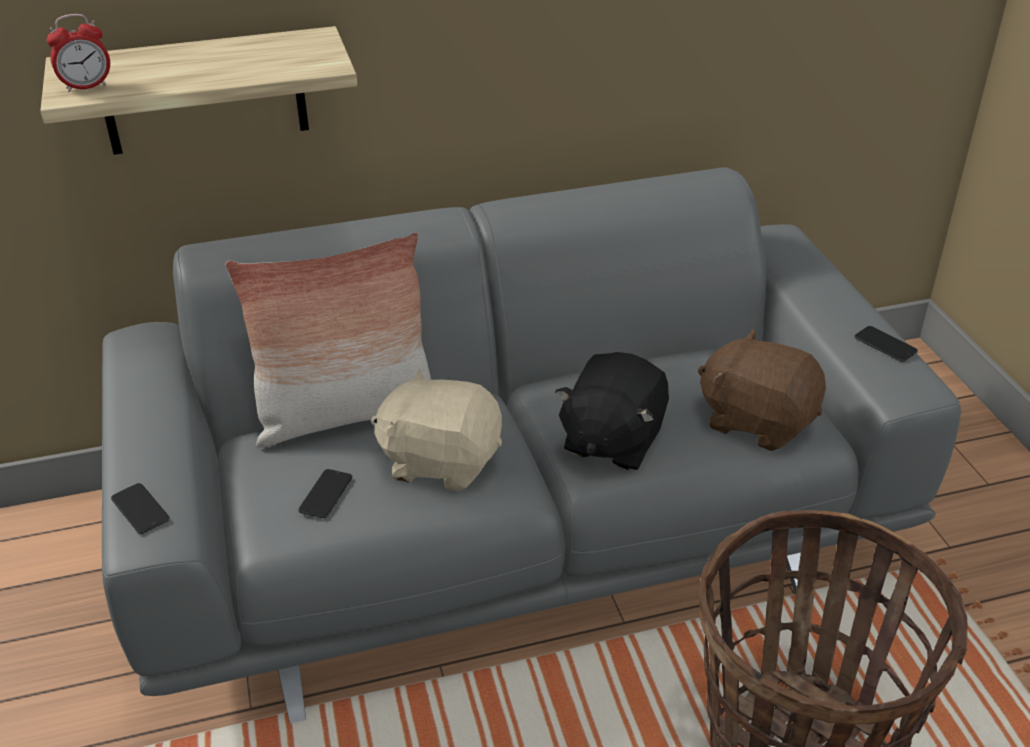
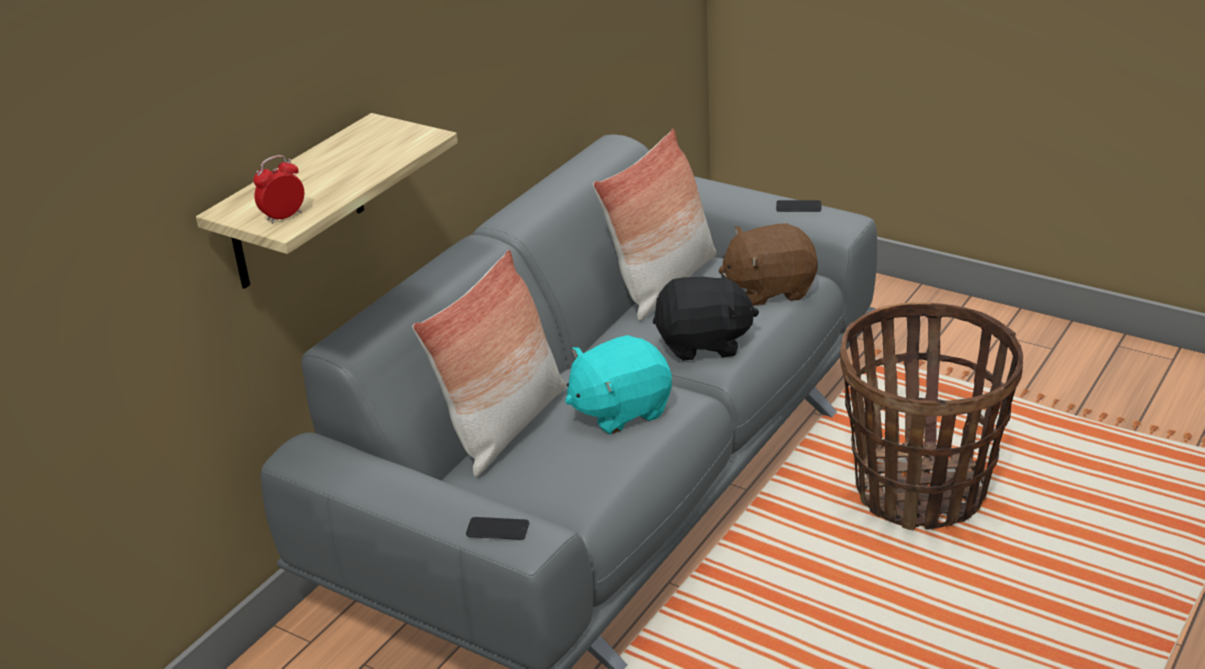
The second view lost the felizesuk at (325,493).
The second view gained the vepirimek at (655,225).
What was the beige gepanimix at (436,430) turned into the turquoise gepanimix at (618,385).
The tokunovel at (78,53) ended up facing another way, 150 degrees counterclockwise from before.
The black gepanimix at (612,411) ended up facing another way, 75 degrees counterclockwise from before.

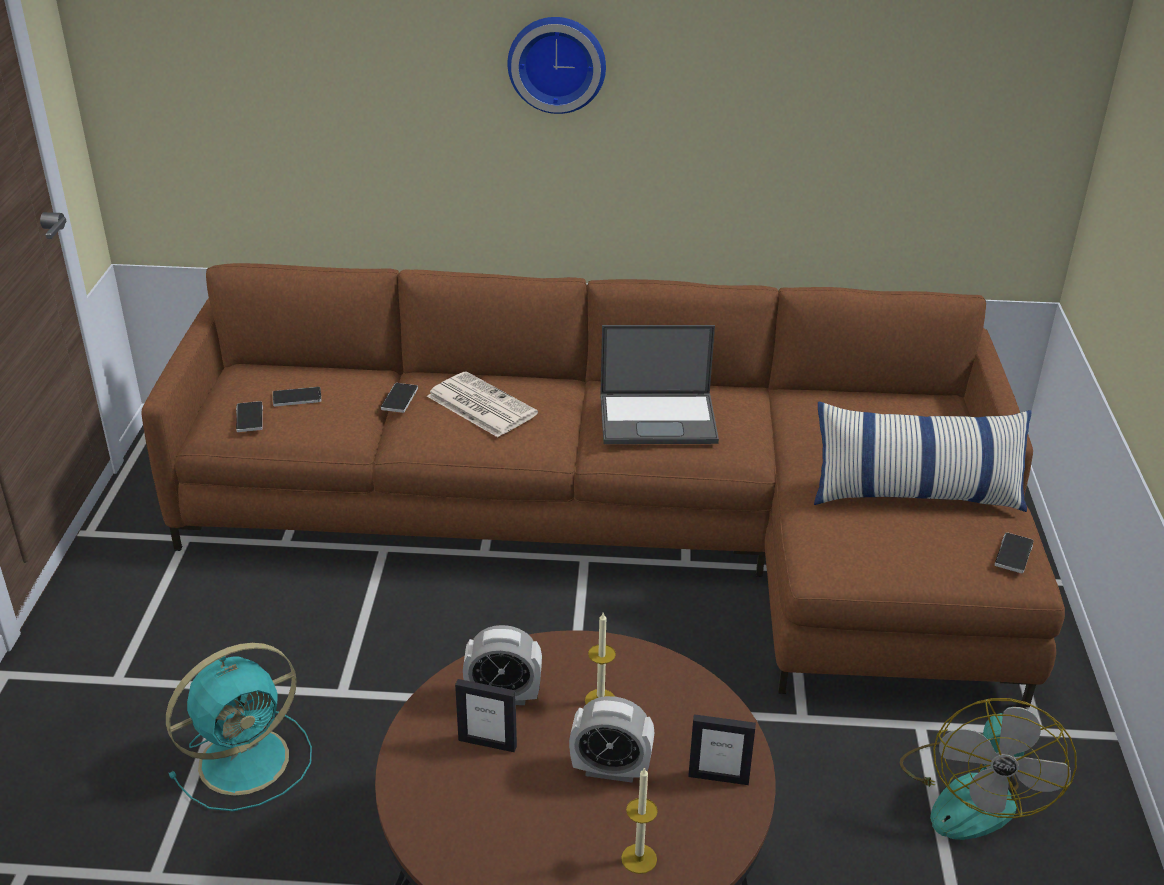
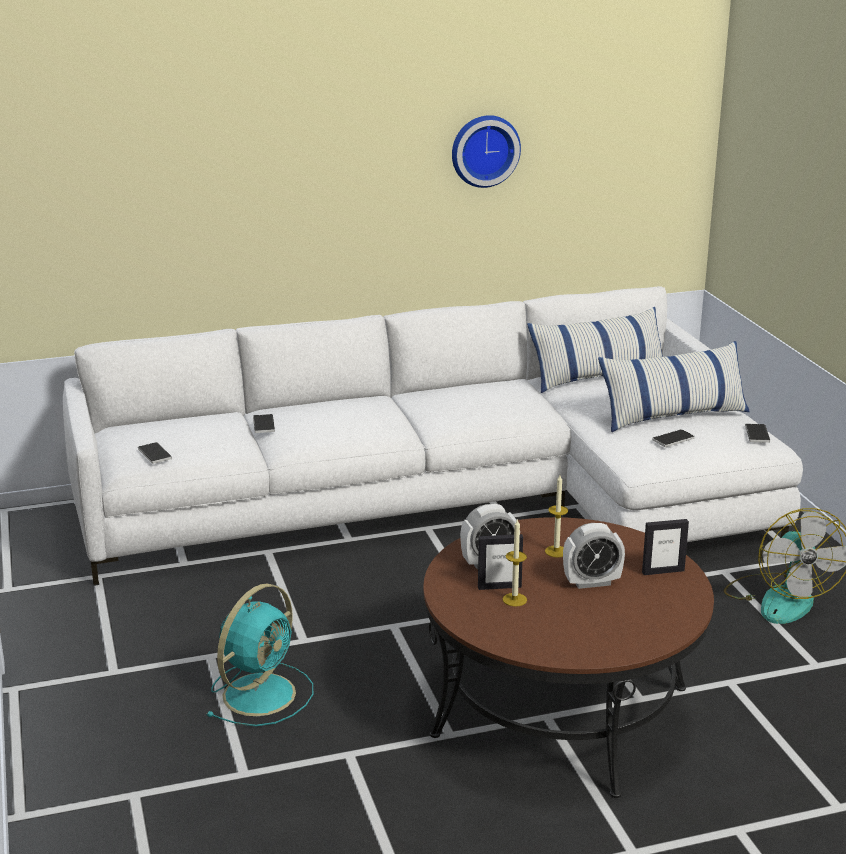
The second view lost the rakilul at (482,404).
The second view lost the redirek at (659,384).
The second view gained the vepirimek at (595,350).
The felizesuk ended up elsewhere, having gone from (297,396) to (673,438).
The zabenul ended up elsewhere, having gone from (557,65) to (486,151).
The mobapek ended up elsewhere, having gone from (639,820) to (515,562).
What was the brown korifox at (603,485) turned into the white korifox at (433,436).

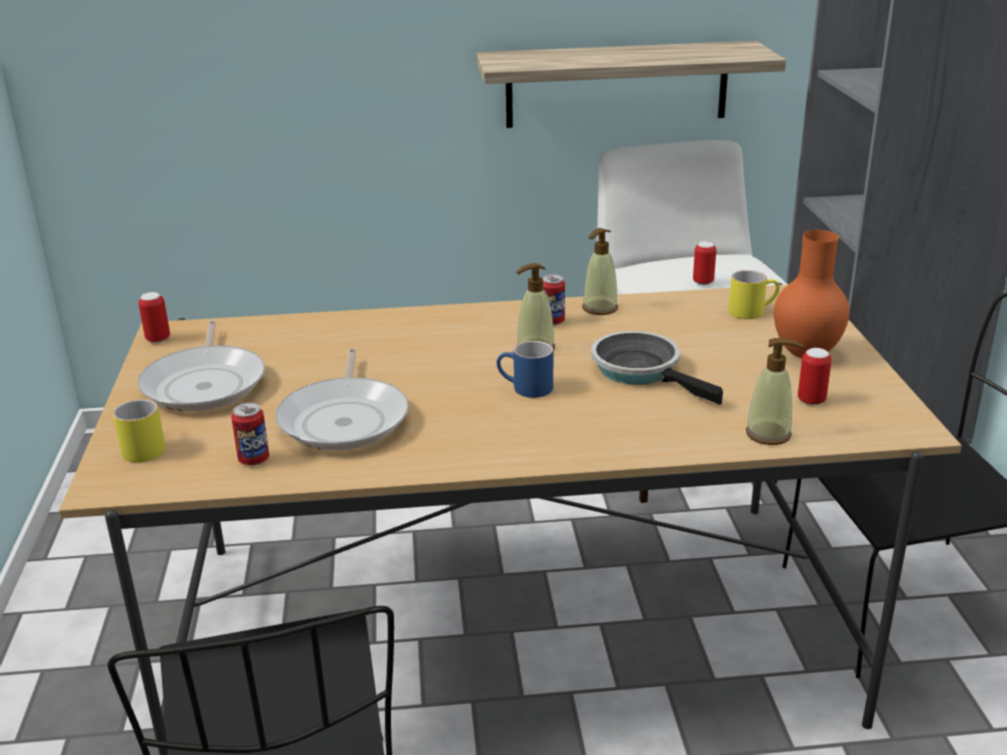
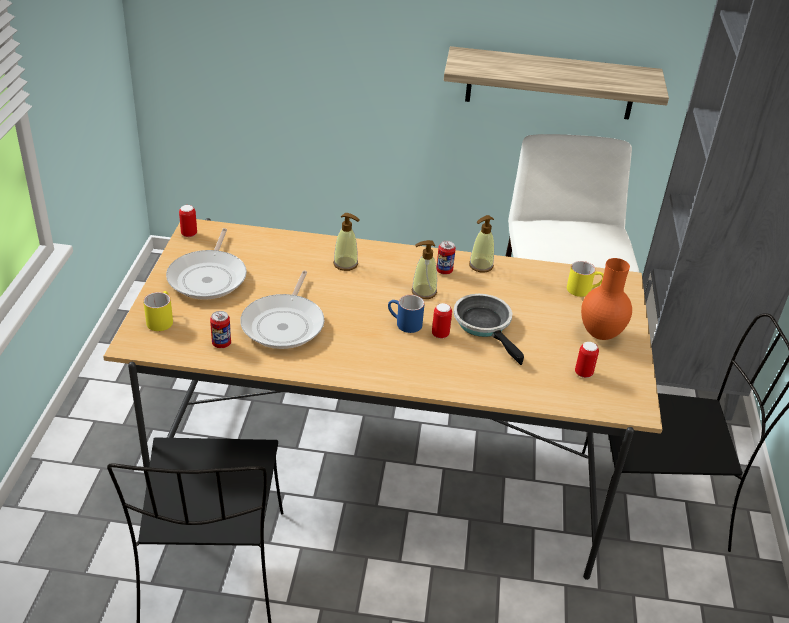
The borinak ended up elsewhere, having gone from (704,263) to (442,321).
The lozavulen ended up elsewhere, having gone from (775,391) to (346,242).

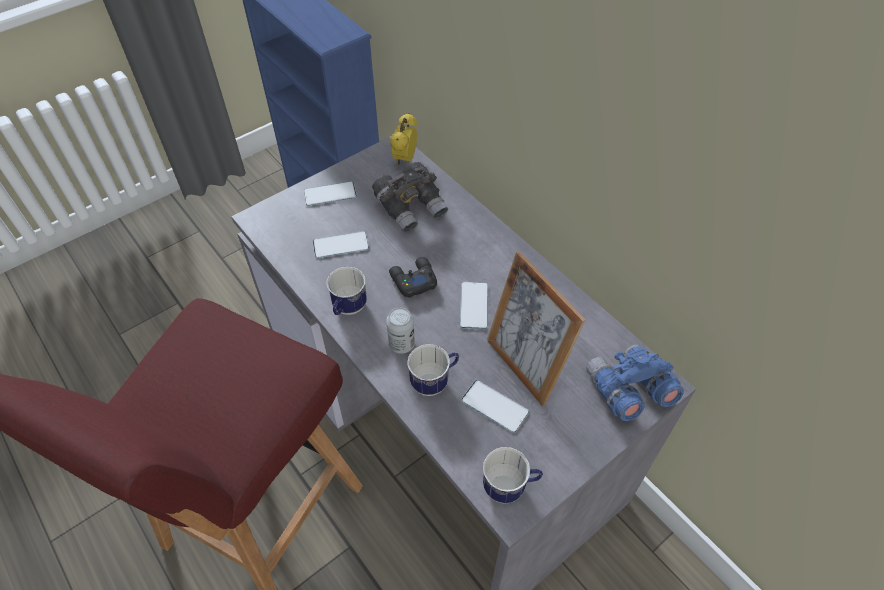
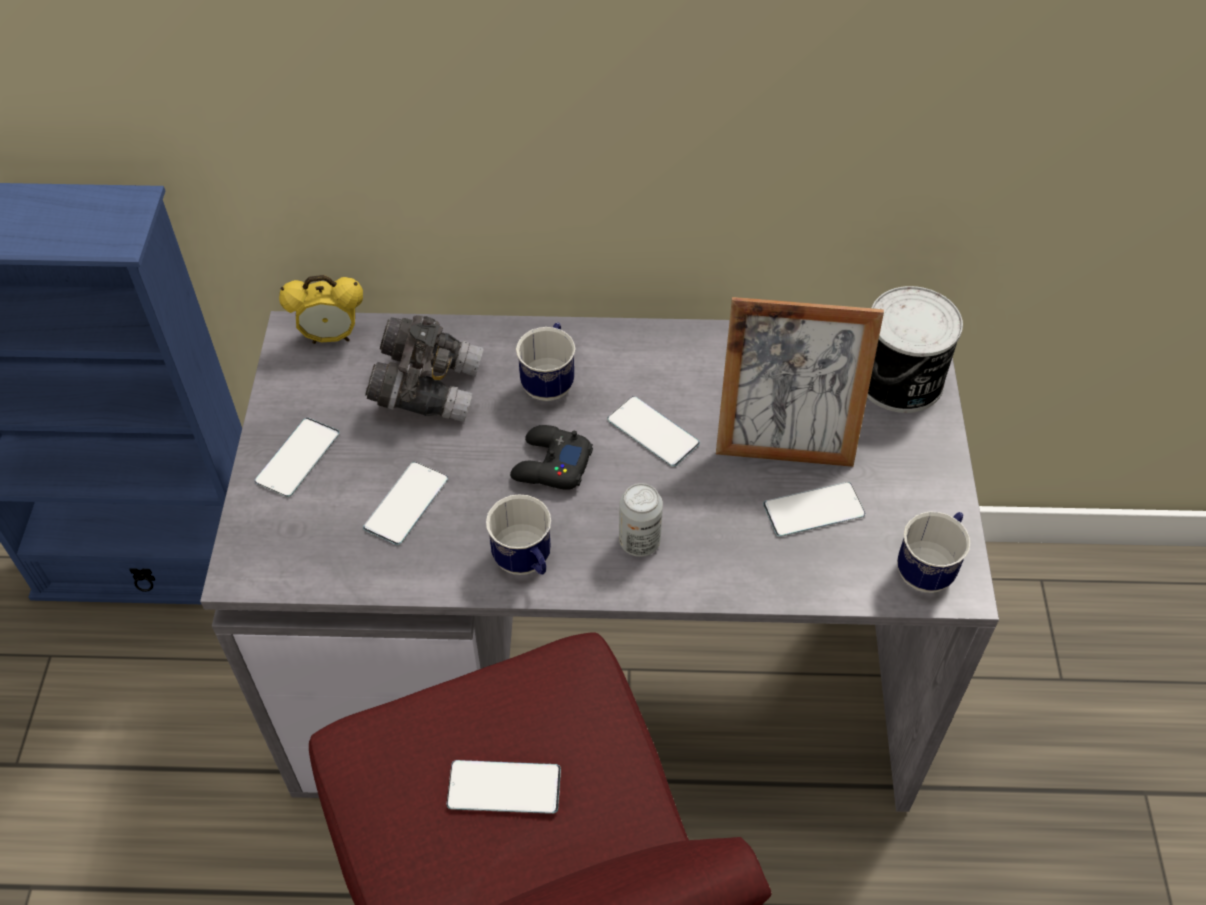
The second view gained the felizesuk at (504,787).
The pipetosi ended up elsewhere, having gone from (433,370) to (546,362).
Where the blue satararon stood at (635,383), the borinak came to stand at (915,349).
The tokunovel at (403,139) ended up facing another way, 60 degrees counterclockwise from before.

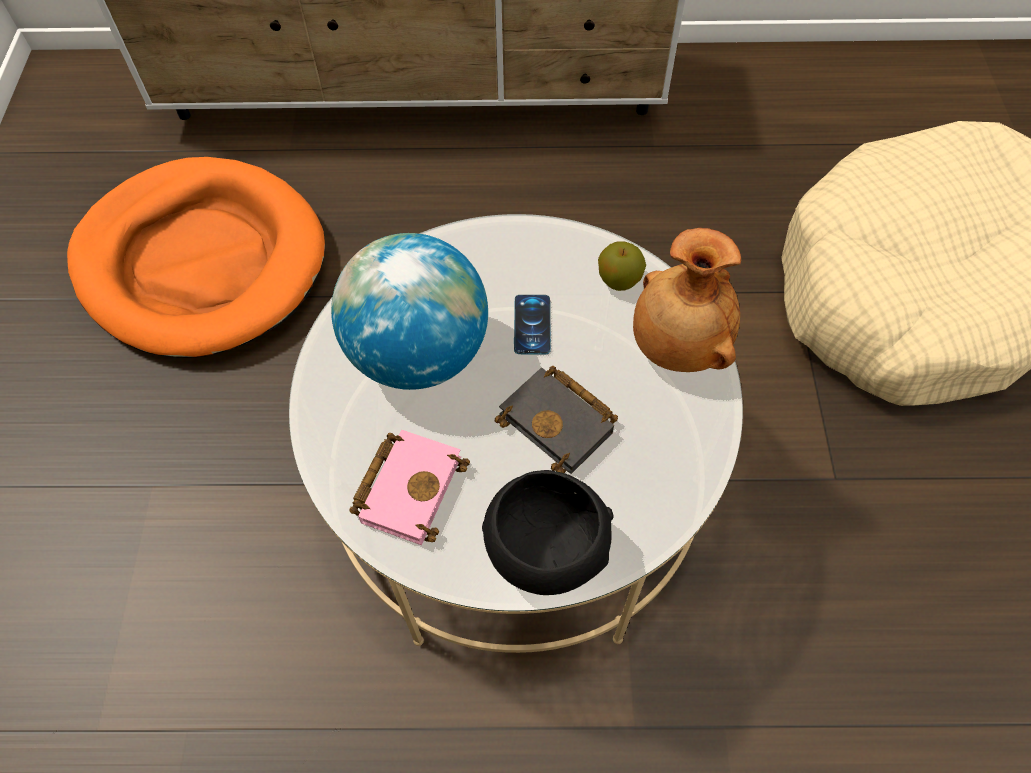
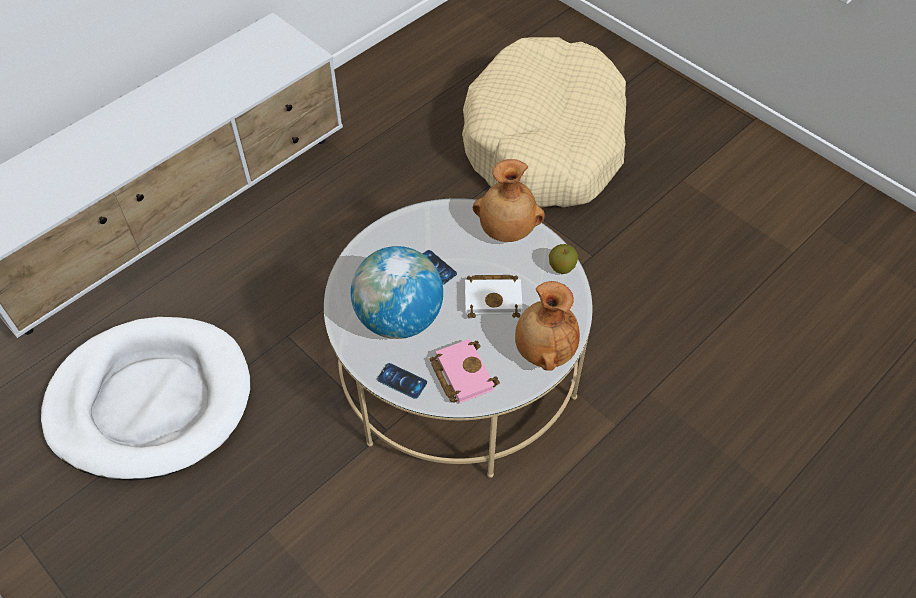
The second view gained the felizesuk at (402,381).
The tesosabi ended up elsewhere, having gone from (622,266) to (563,259).
Where the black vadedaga stood at (548,532), the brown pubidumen came to stand at (547,326).
What was the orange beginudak at (196,257) turned into the white beginudak at (145,399).
What was the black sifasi at (556,420) turned into the white sifasi at (494,296).

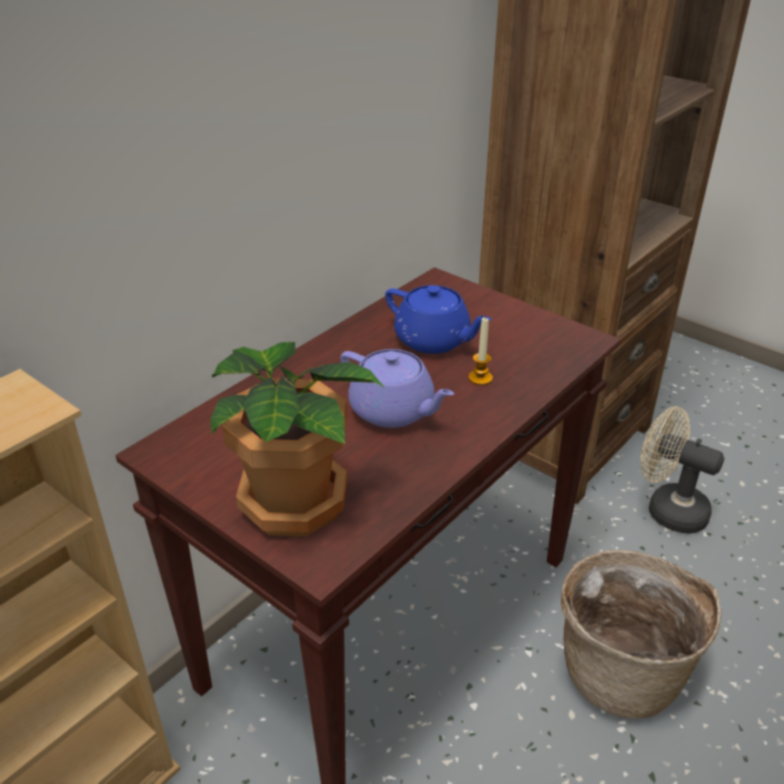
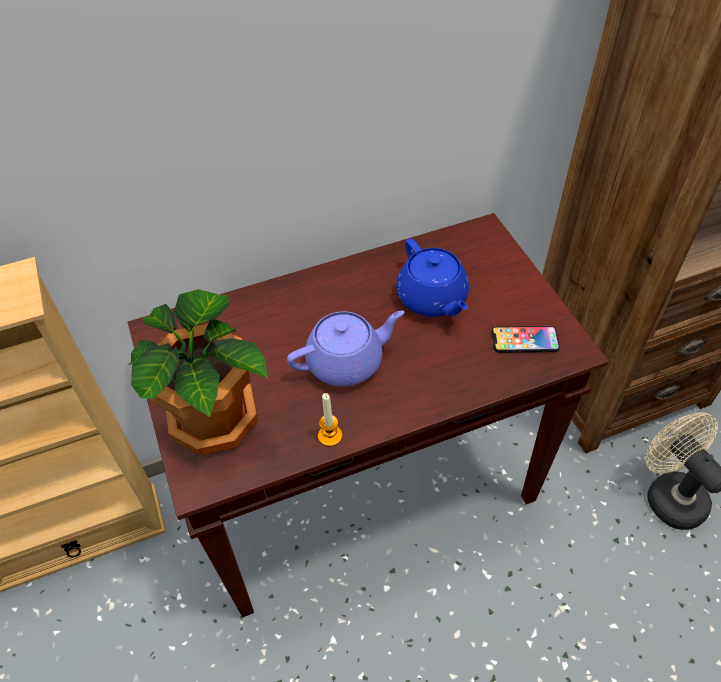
The second view lost the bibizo at (641,634).
The second view gained the felizesuk at (526,339).
The mobapek ended up elsewhere, having gone from (480,351) to (330,420).
The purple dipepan at (397,388) ended up facing another way, 90 degrees counterclockwise from before.

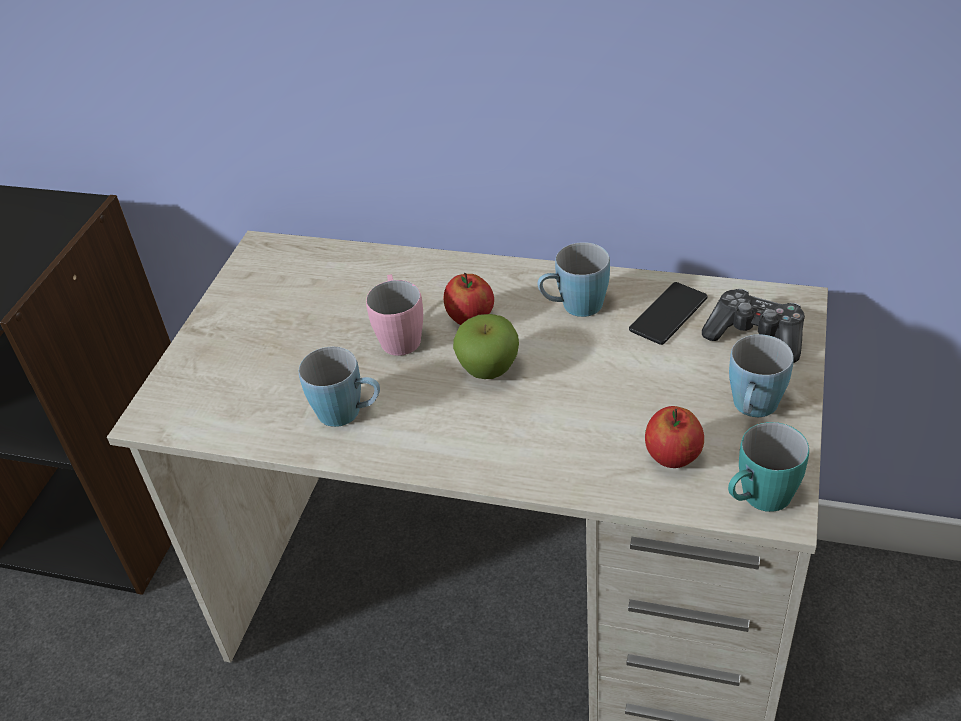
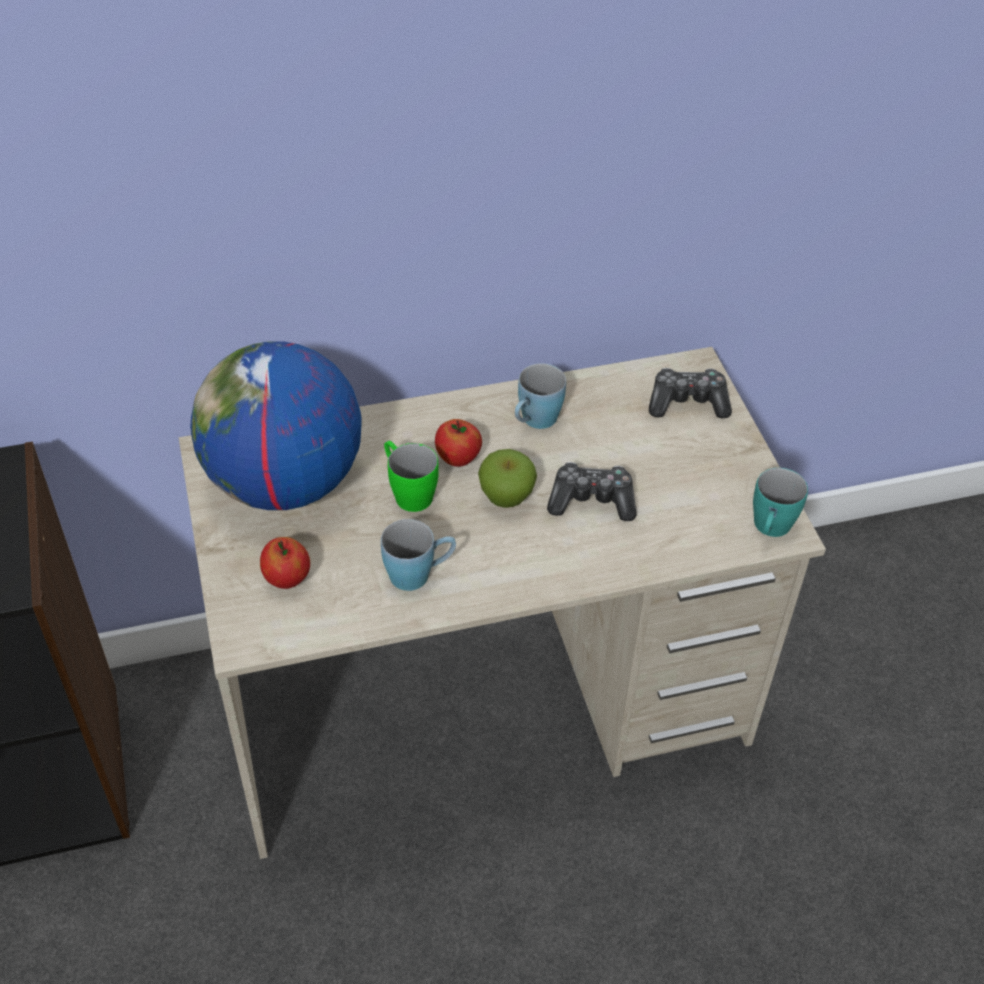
The second view lost the felizesuk at (668,313).
The second view lost the blue pipetosi at (761,375).
The second view gained the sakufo at (276,425).
The second view gained the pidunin at (592,491).
The tesosabi ended up elsewhere, having gone from (674,437) to (285,563).
What was the pink pipetosi at (394,315) turned into the green pipetosi at (411,476).

